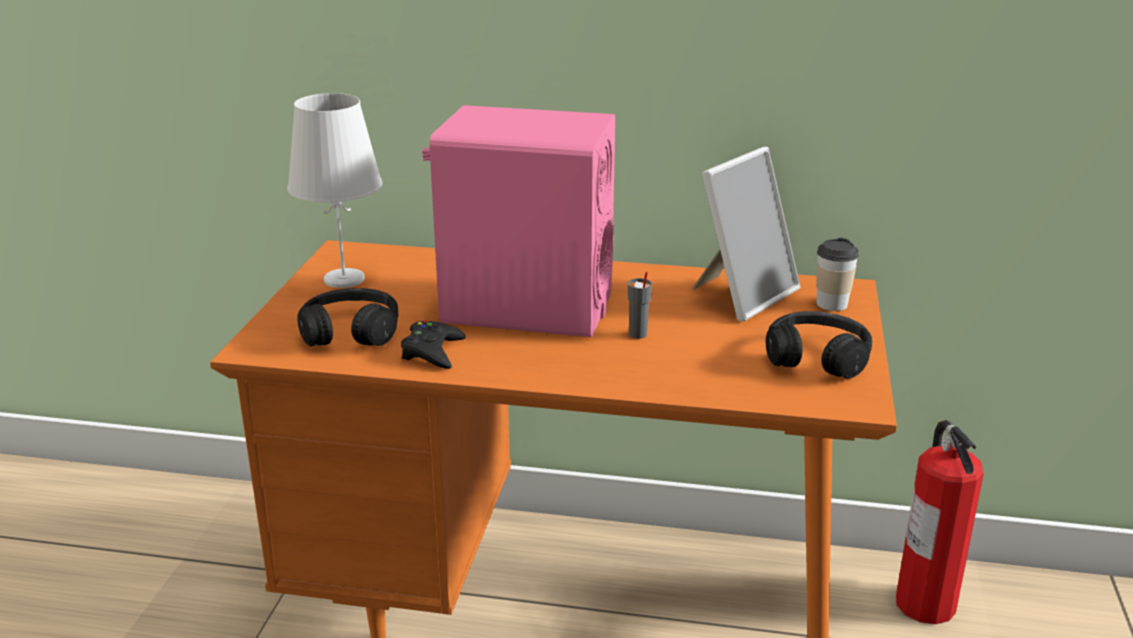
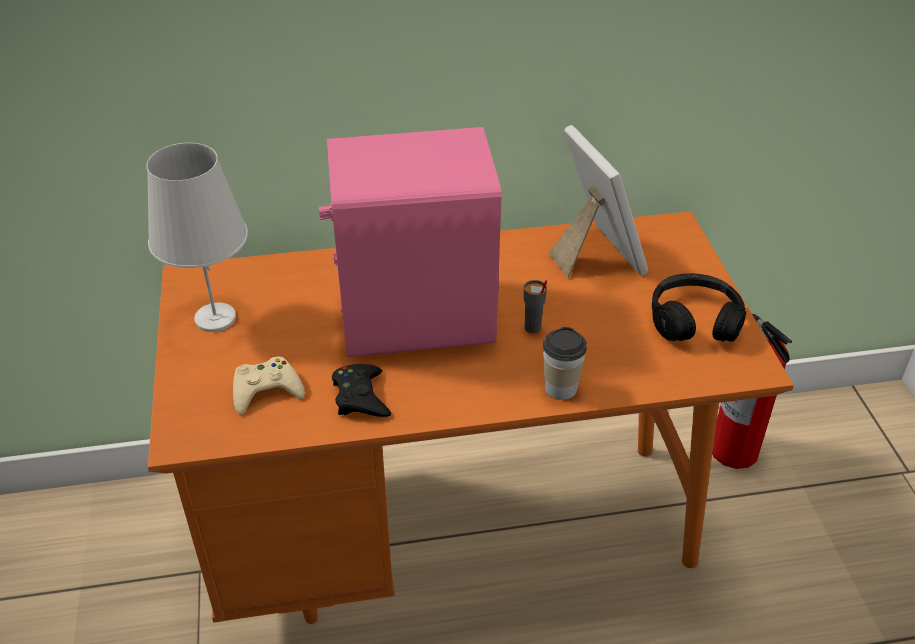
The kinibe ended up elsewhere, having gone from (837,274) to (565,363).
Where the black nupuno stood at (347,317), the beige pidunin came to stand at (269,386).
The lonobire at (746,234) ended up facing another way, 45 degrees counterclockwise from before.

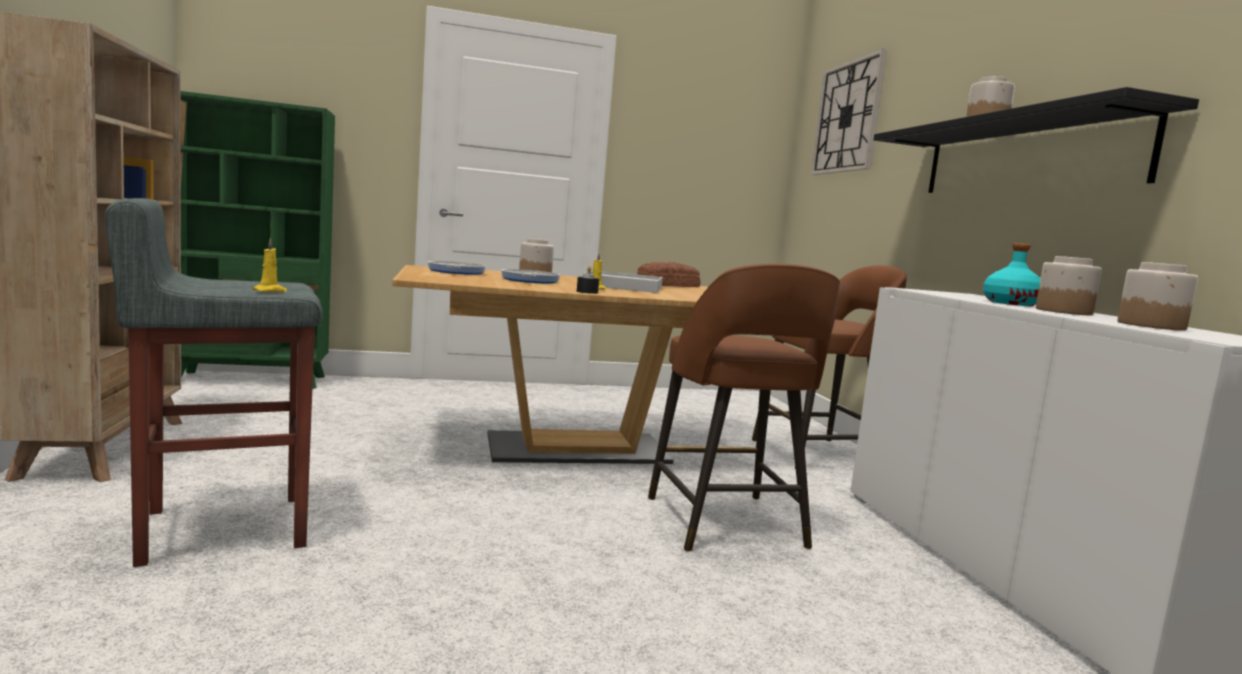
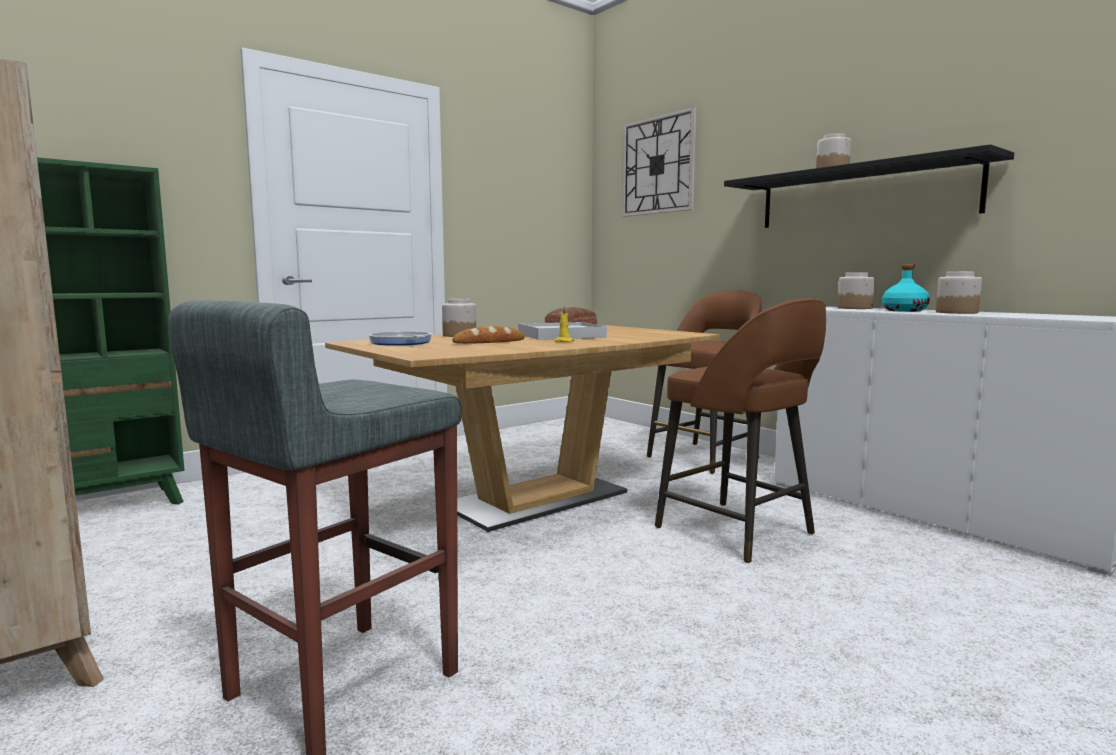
The second view lost the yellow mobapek at (270,265).
The second view lost the black mobapek at (588,280).
The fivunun ended up elsewhere, having gone from (1158,296) to (856,290).
Where the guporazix stood at (530,276), the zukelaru came to stand at (488,335).

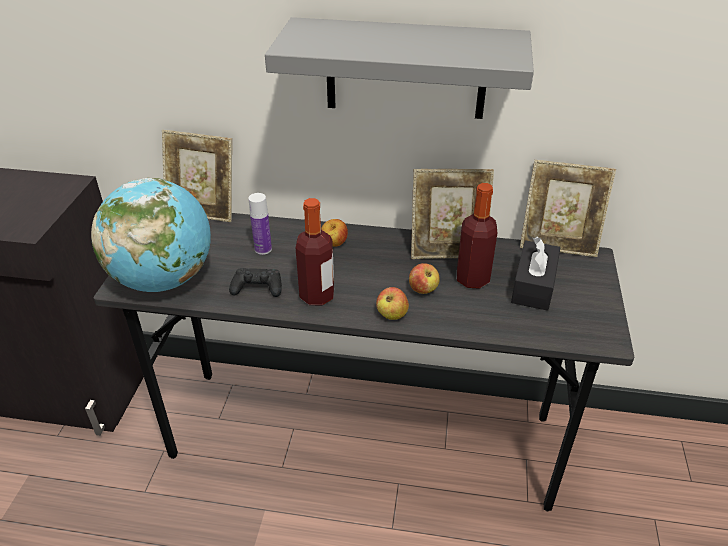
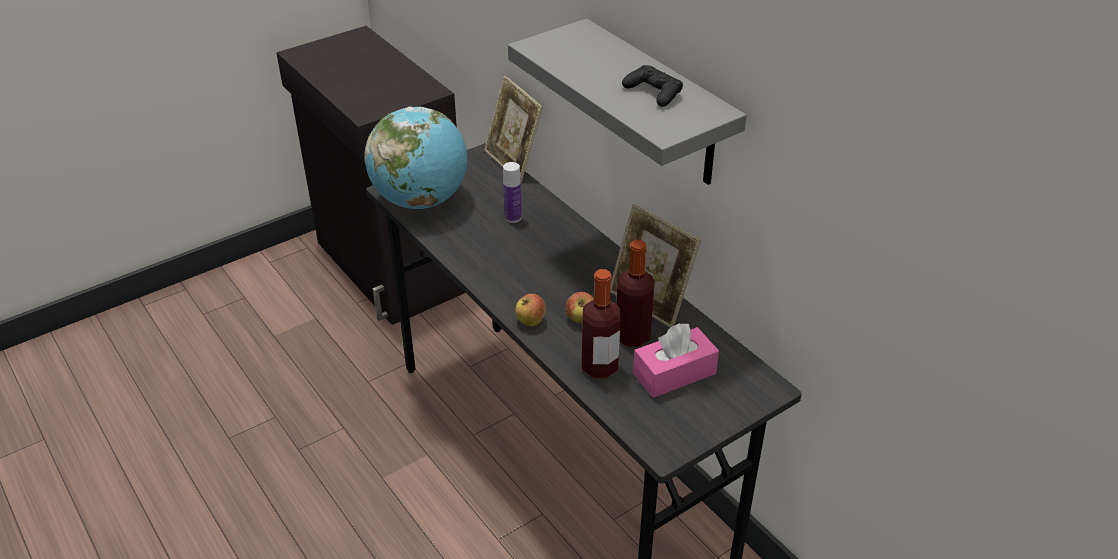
The second view lost the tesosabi at (334,233).
The second view lost the lonobire at (568,208).
The black pidunin ended up elsewhere, having gone from (255,282) to (652,86).
The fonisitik ended up elsewhere, having gone from (315,251) to (601,323).
What was the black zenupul at (536,274) turned into the pink zenupul at (676,360).

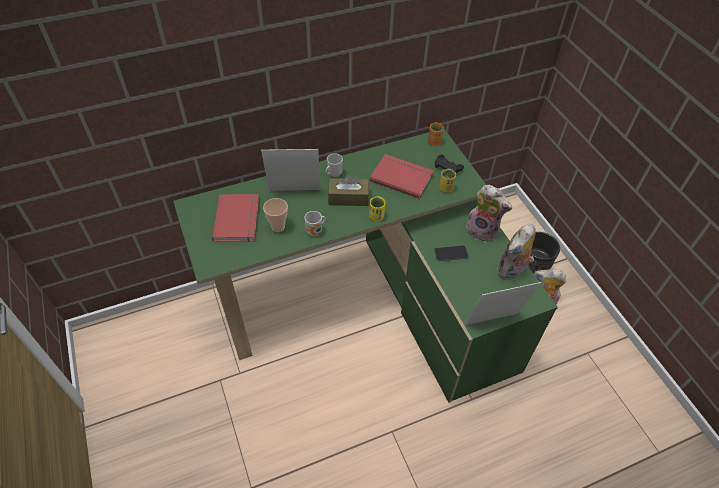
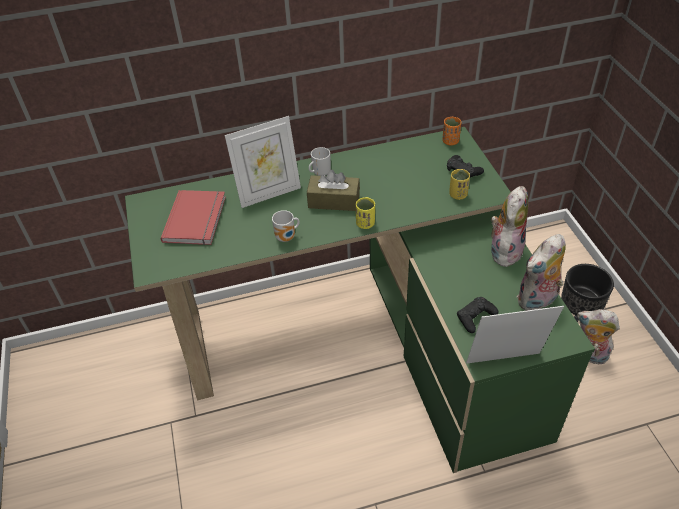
The second view lost the kinibe at (275,215).
The second view lost the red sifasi at (402,176).
The second view lost the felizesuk at (451,253).
The second view gained the black pidunin at (478,315).
The lonobire at (291,170) ended up facing another way, 150 degrees clockwise from before.
The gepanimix at (489,214) ended up facing another way, 105 degrees counterclockwise from before.

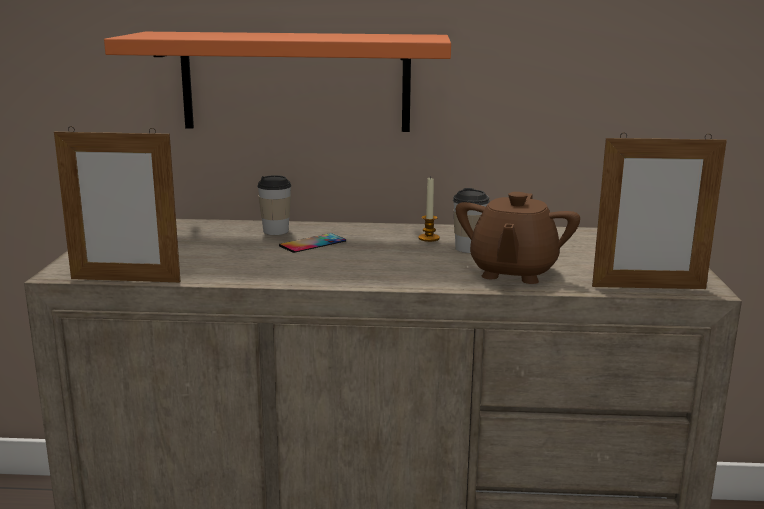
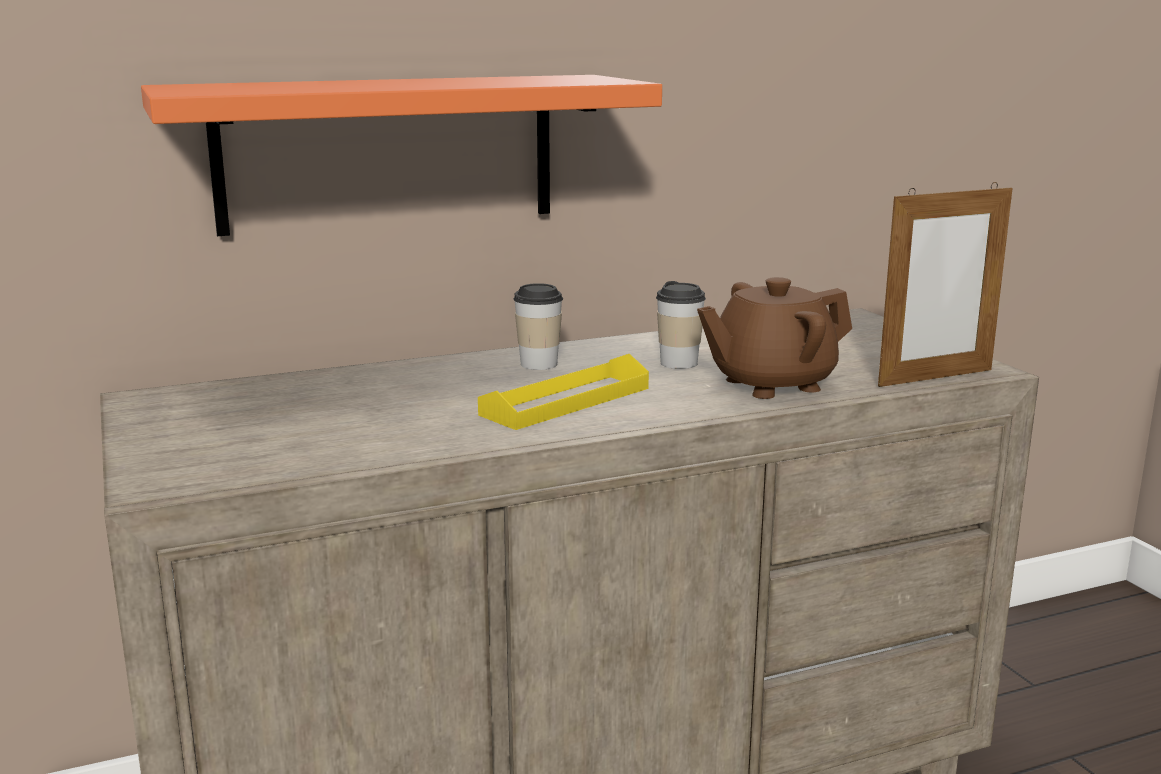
The second view lost the lonobire at (117,204).
The second view lost the felizesuk at (312,243).
The second view lost the mobapek at (429,209).
The second view gained the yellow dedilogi at (563,392).
The kinibe ended up elsewhere, having gone from (274,205) to (538,326).
The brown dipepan at (518,238) ended up facing another way, 75 degrees clockwise from before.

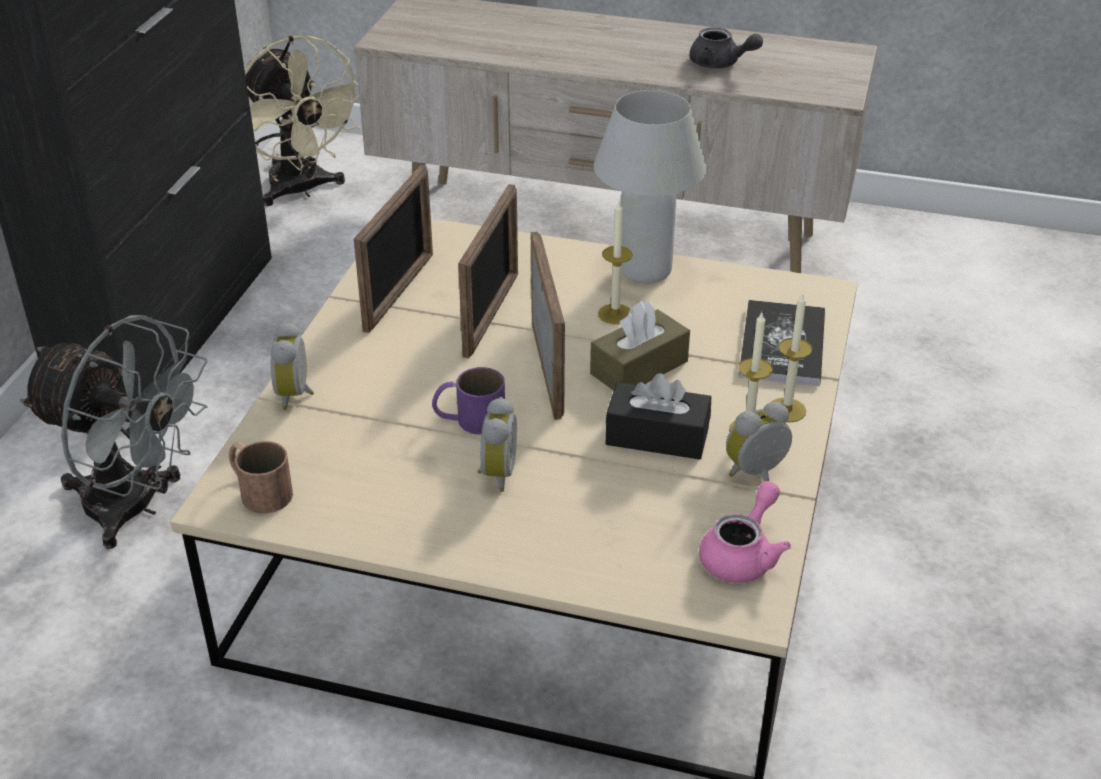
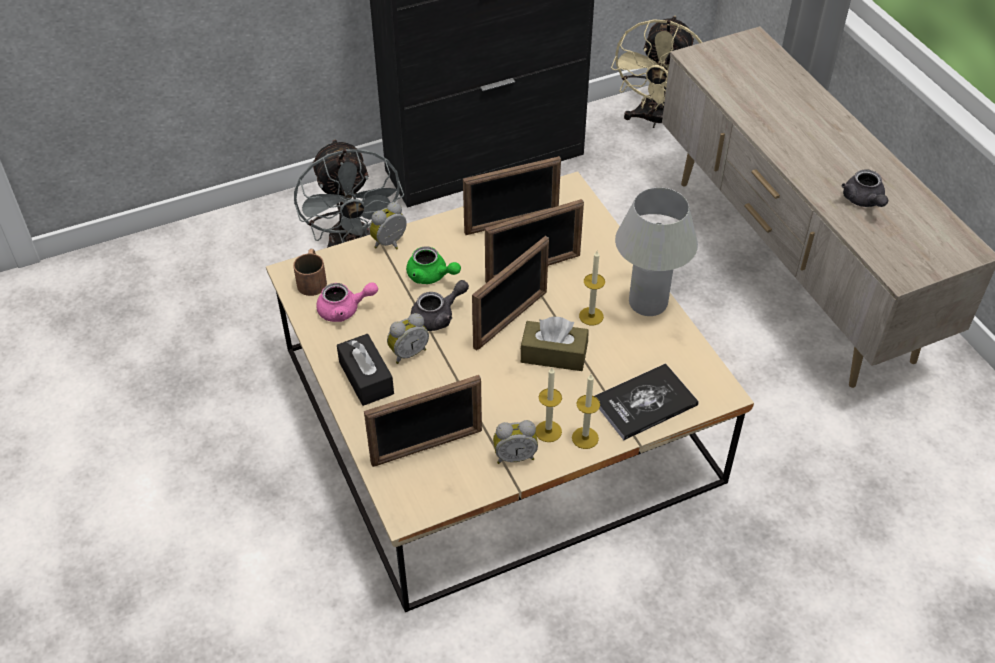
The second view gained the lonobire at (423,421).
The second view gained the green dipepan at (433,265).
The black zenupul ended up elsewhere, having gone from (658,416) to (365,370).
The pink dipepan ended up elsewhere, having gone from (745,532) to (347,302).
Where the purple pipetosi stood at (468,401), the grey dipepan came to stand at (440,305).
The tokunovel at (759,441) ended up facing another way, 150 degrees clockwise from before.

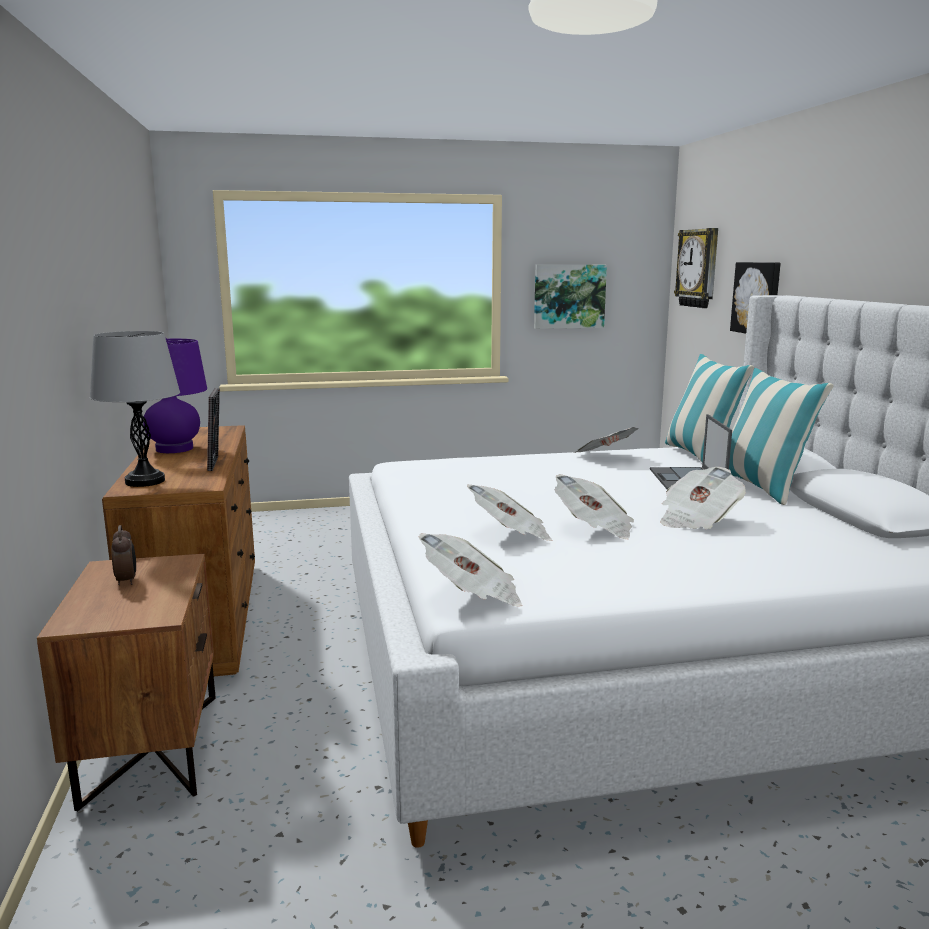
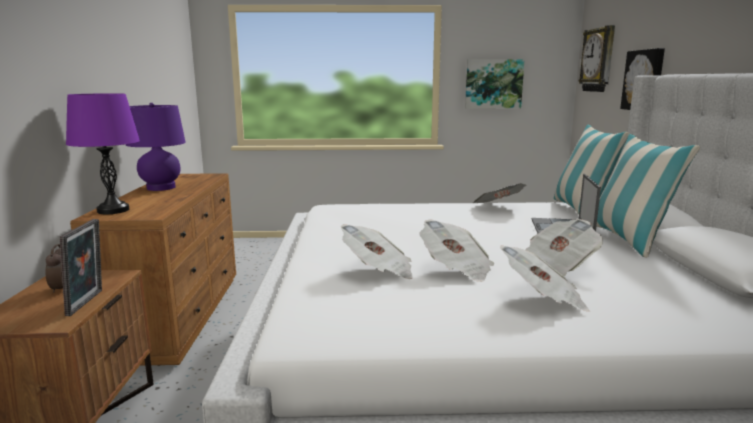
The lonobire ended up elsewhere, having gone from (213,429) to (81,267).
The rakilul ended up elsewhere, having gone from (471,570) to (545,278).
What was the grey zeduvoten at (135,409) turned into the purple zeduvoten at (103,153).

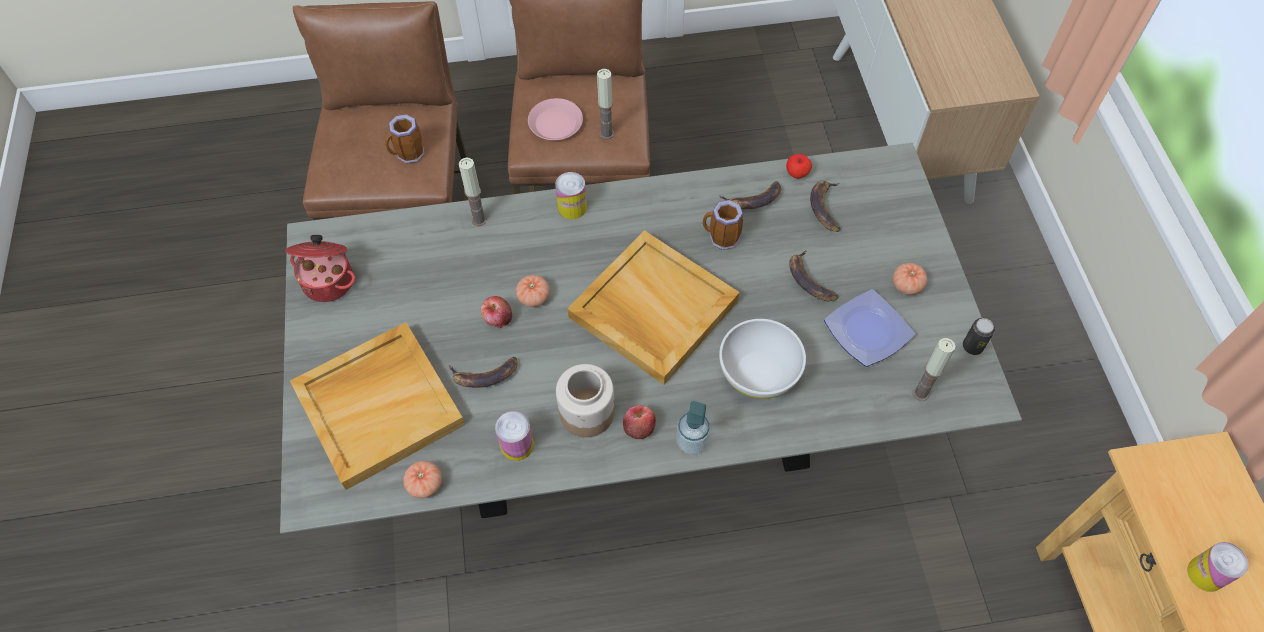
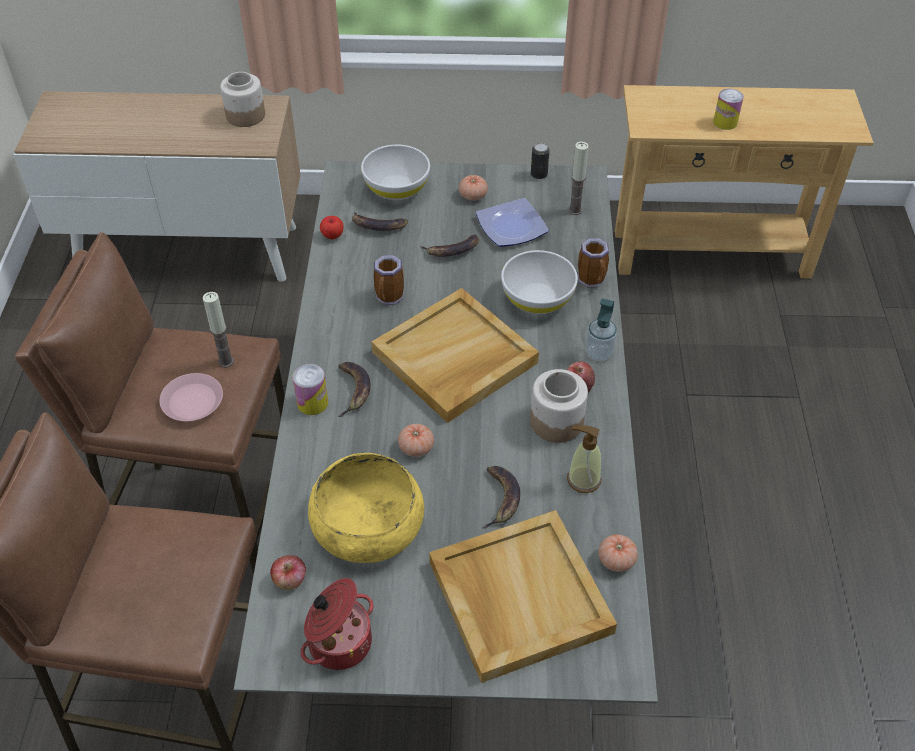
The second view lost the mobapek at (473,192).
The second view gained the fivunun at (242,99).
The second view gained the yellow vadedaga at (366,508).
The second view gained the white vadedaga at (395,172).
The pipetosi ended up elsewhere, having gone from (404,138) to (593,263).
The tesosabi ended up elsewhere, having gone from (496,312) to (288,572).
The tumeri ended up elsewhere, having gone from (750,195) to (354,389).
Where the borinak stood at (514,436), the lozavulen came to stand at (584,459).

